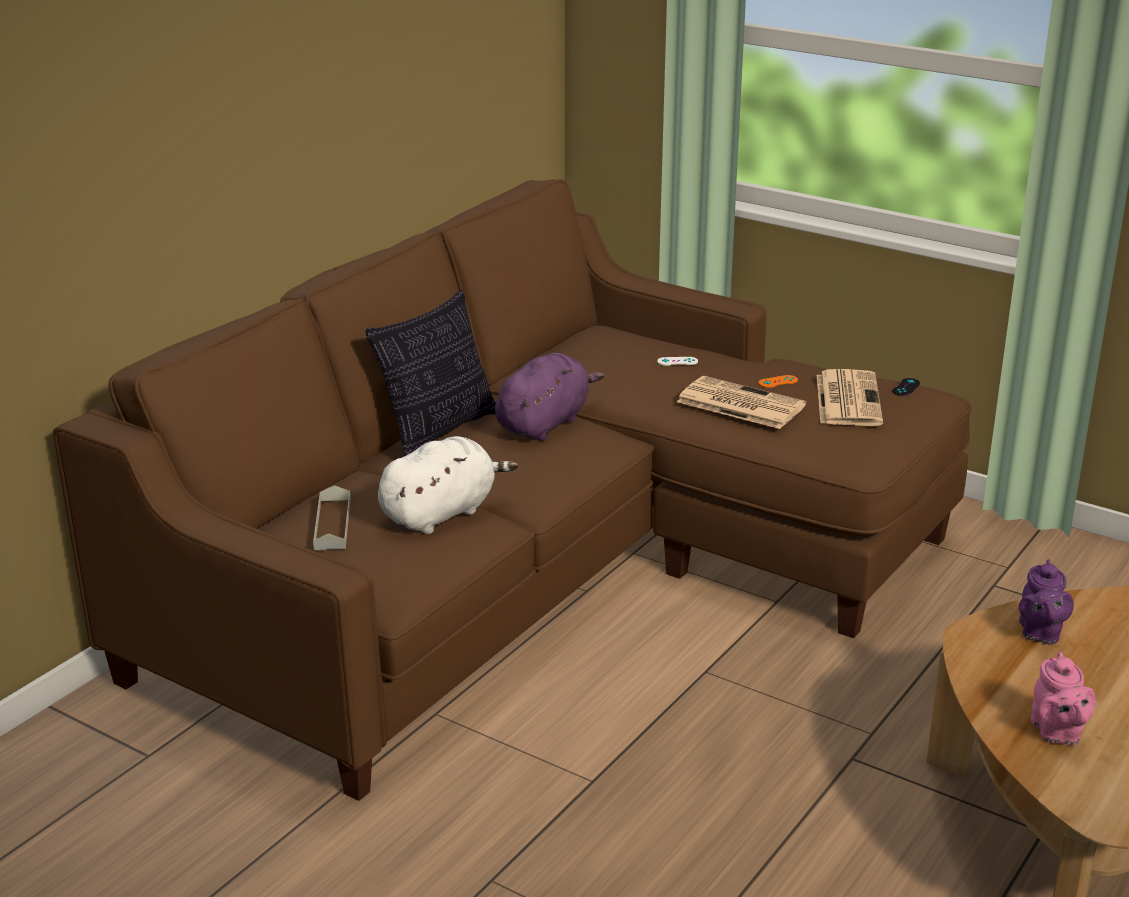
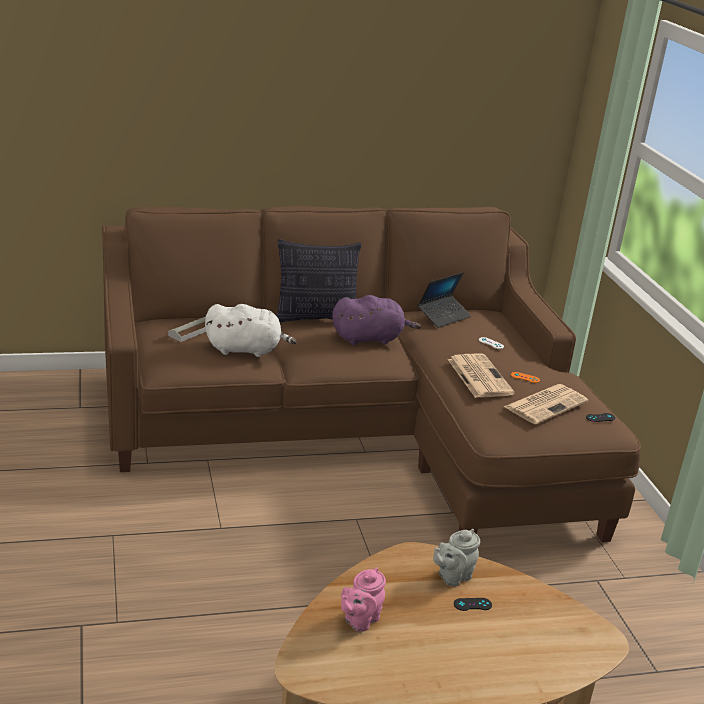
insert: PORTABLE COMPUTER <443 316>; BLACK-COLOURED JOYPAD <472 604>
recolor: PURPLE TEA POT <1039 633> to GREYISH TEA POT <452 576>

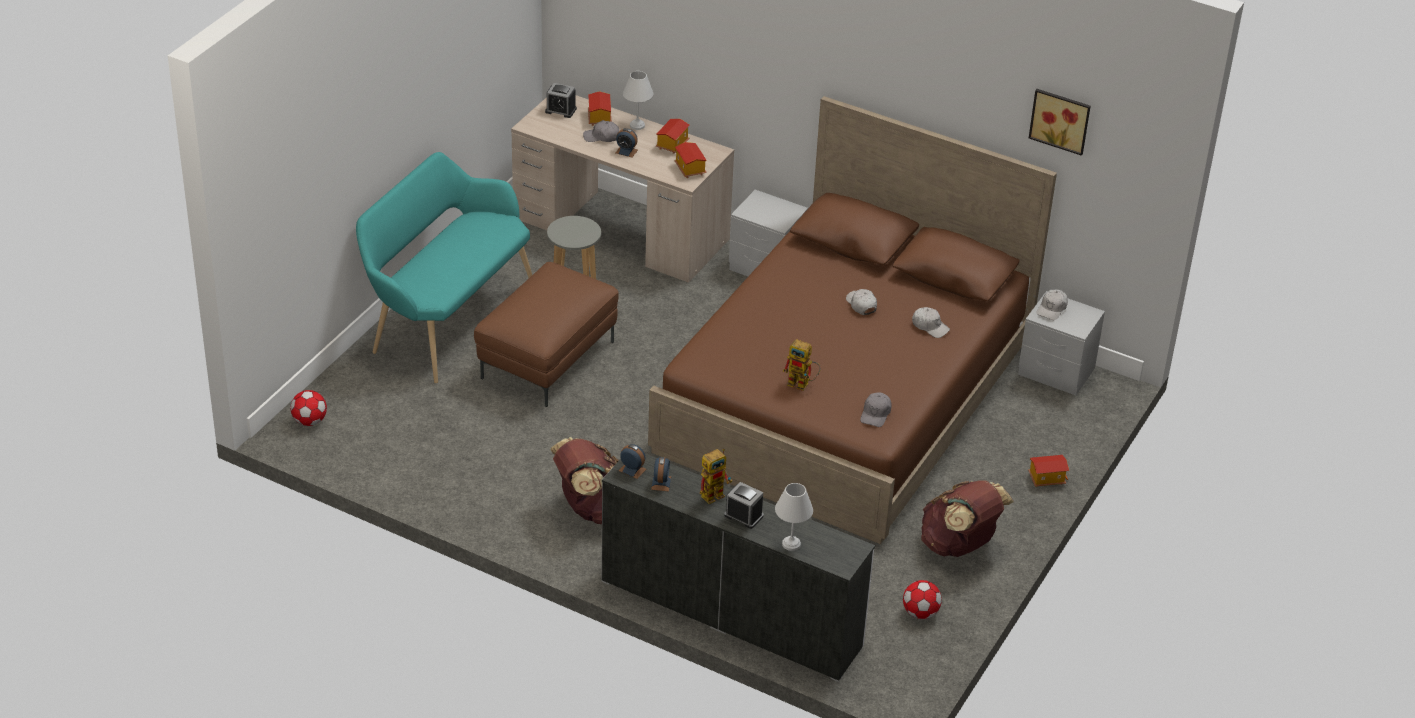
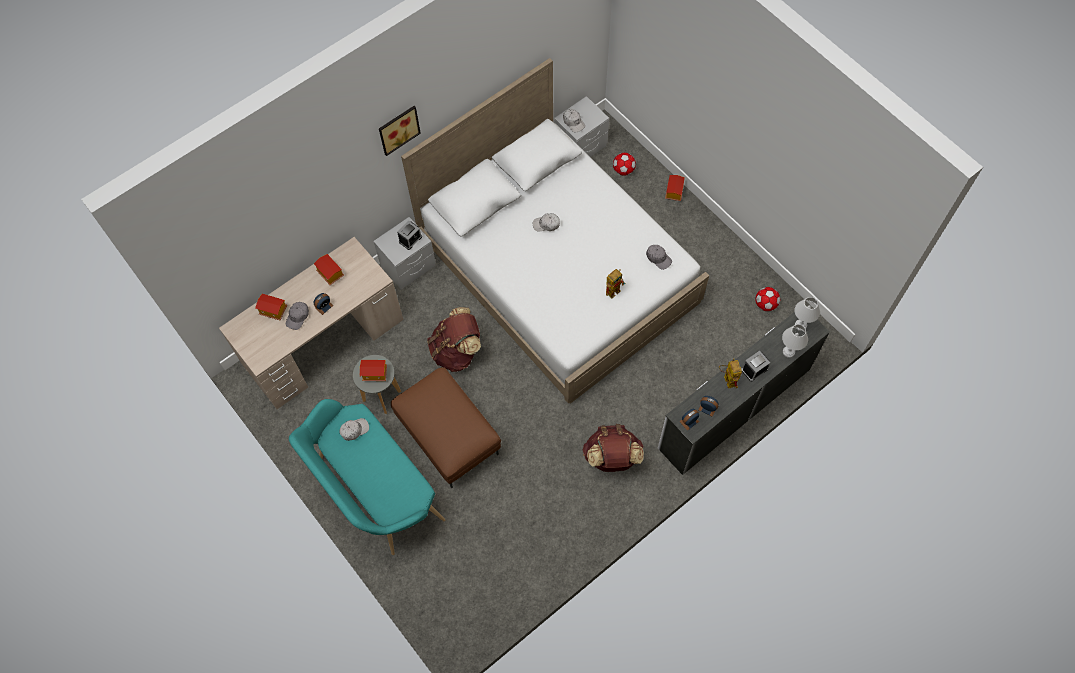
move: FOOTBALL BALL <309 421> to <623 170>; ALARM CLOCK <561 110> to <410 239>; WHITE-COLOURED LAMP FOR A TABLE <638 126> to <801 325>; MINIATURE HOUSE <689 169> to <374 374>; WHITE-COLOURED CAP <930 326> to <354 430>; BROWNISH RUCKSACK <959 545> to <457 351>; WALL PICTURE <1060 120> to <398 129>
recolor: BROWNISH BEDROOM BED <846 397> to WHITE-COLOURED BEDROOM BED <559 269>

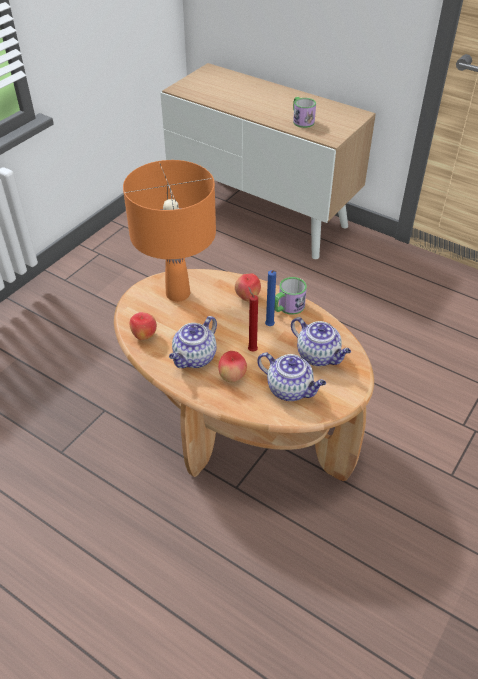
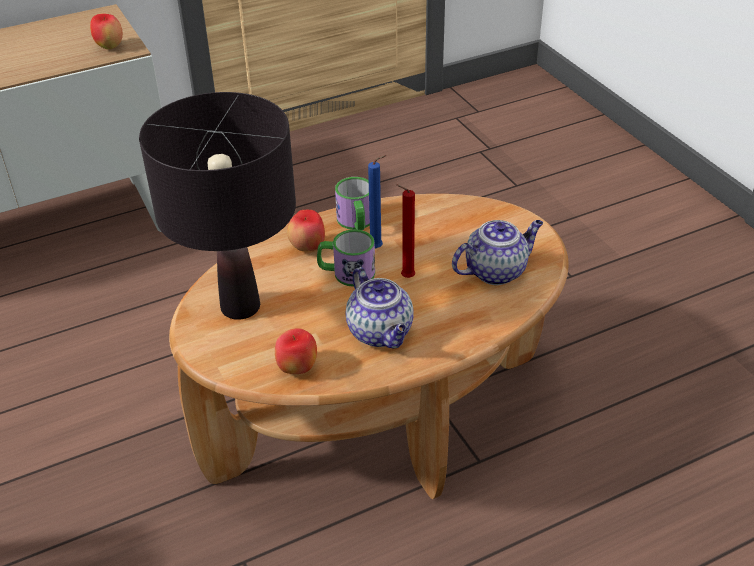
delete: TEA POT <319 356>
move: APPLE FRUIT <232 377> to <110 47>; COFFEE MUG <301 120> to <346 273>
recolor: ORANGEY LAMP FOR A TABLE <178 293> to BLACK-COLOURED LAMP FOR A TABLE <240 306>

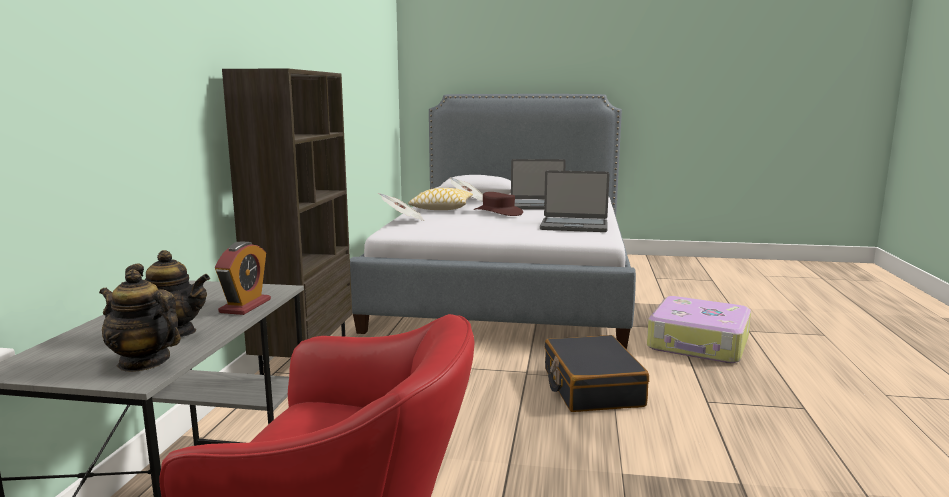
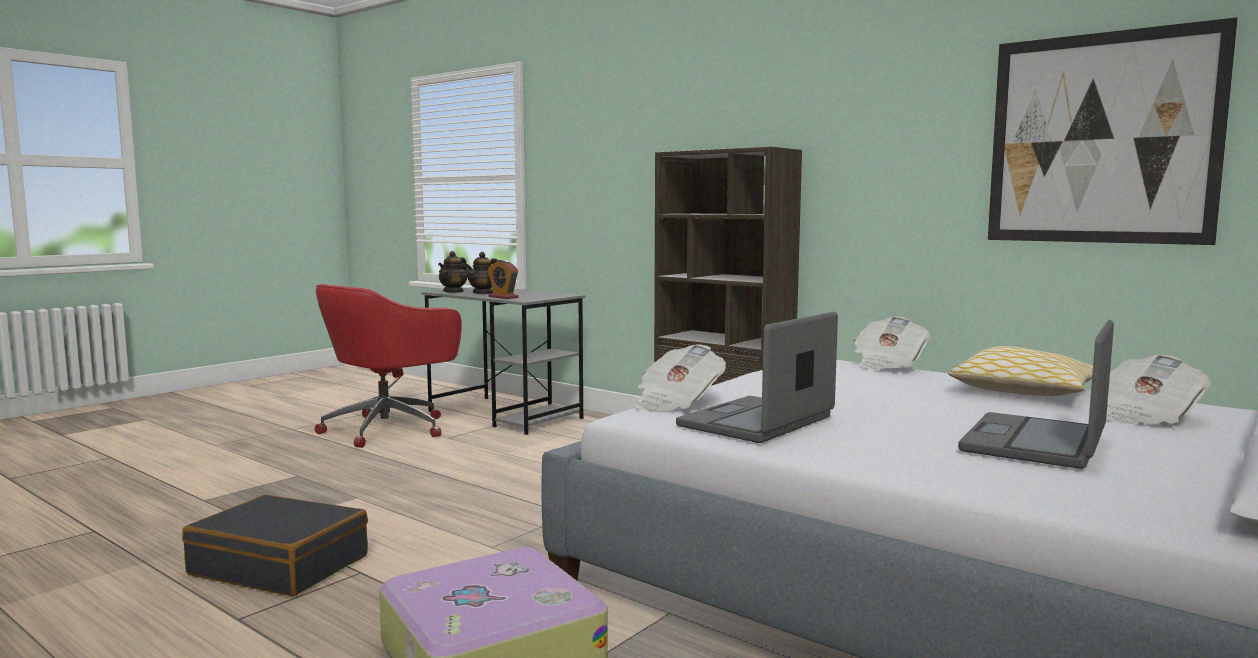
delete: BROWNISH HAT <498 212>
insert: NEWSPAPER <676 403>; WALL PICTURE <1101 139>
move: BLACK-COLOURED SUITCASE <591 387> to <280 565>
rotate: TEA POT <144 362> = <454 291> 150 degrees clockwise

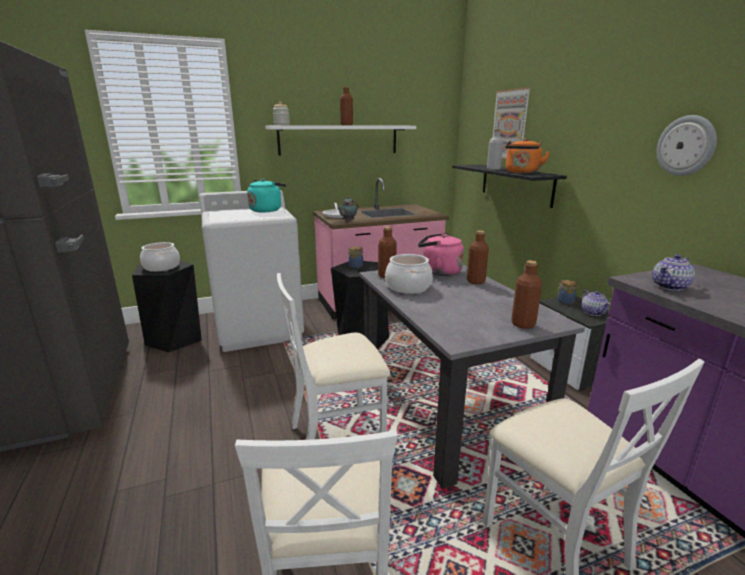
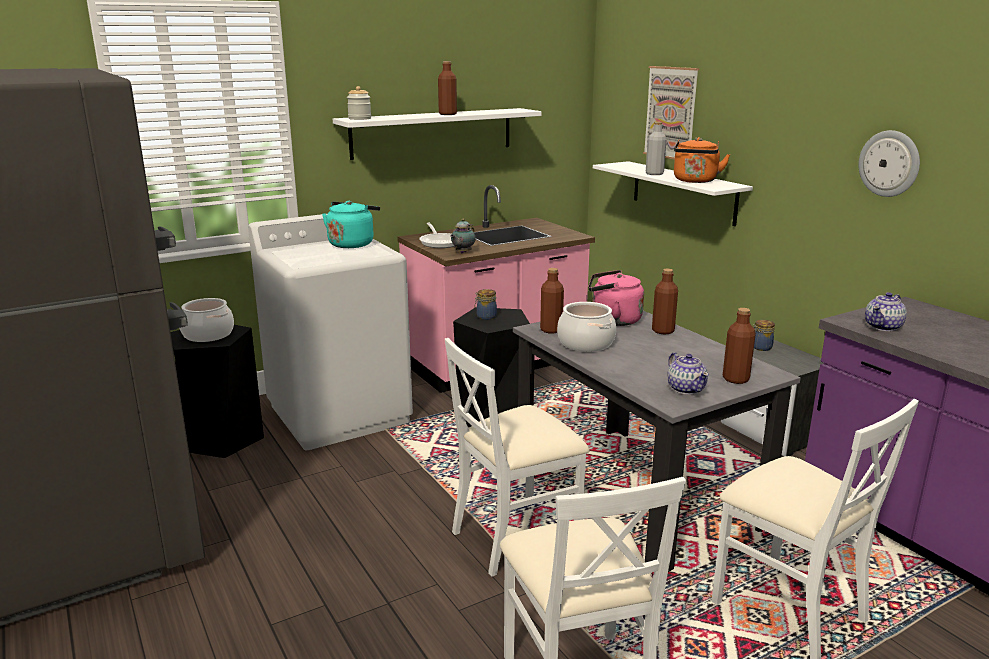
move: TEA POT <593 312> to <686 388>
recolor: BLACK-COLOURED BRACKET SHELF <516 184> to WHITE-COLOURED BRACKET SHELF <683 192>

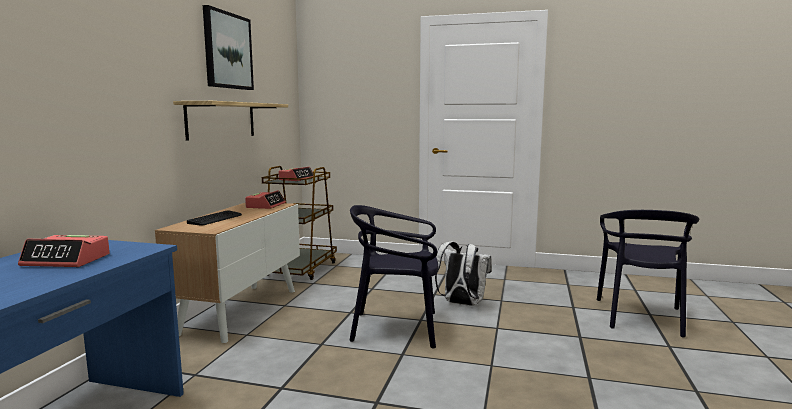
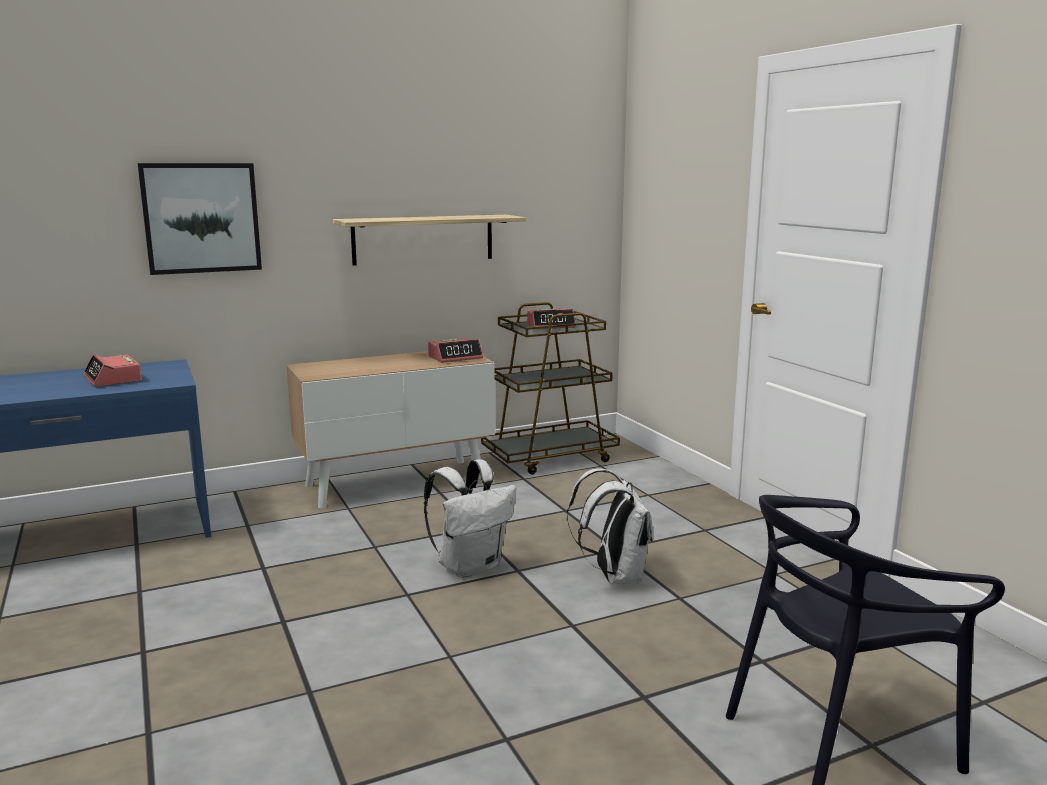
delete: PC KEYBOARD <215 219>
move: WALL PICTURE <227 51> to <201 218>
replace: BLACK-COLOURED PLAIN CHAIR <396 328> to WHITE-COLOURED RUCKSACK <470 566>

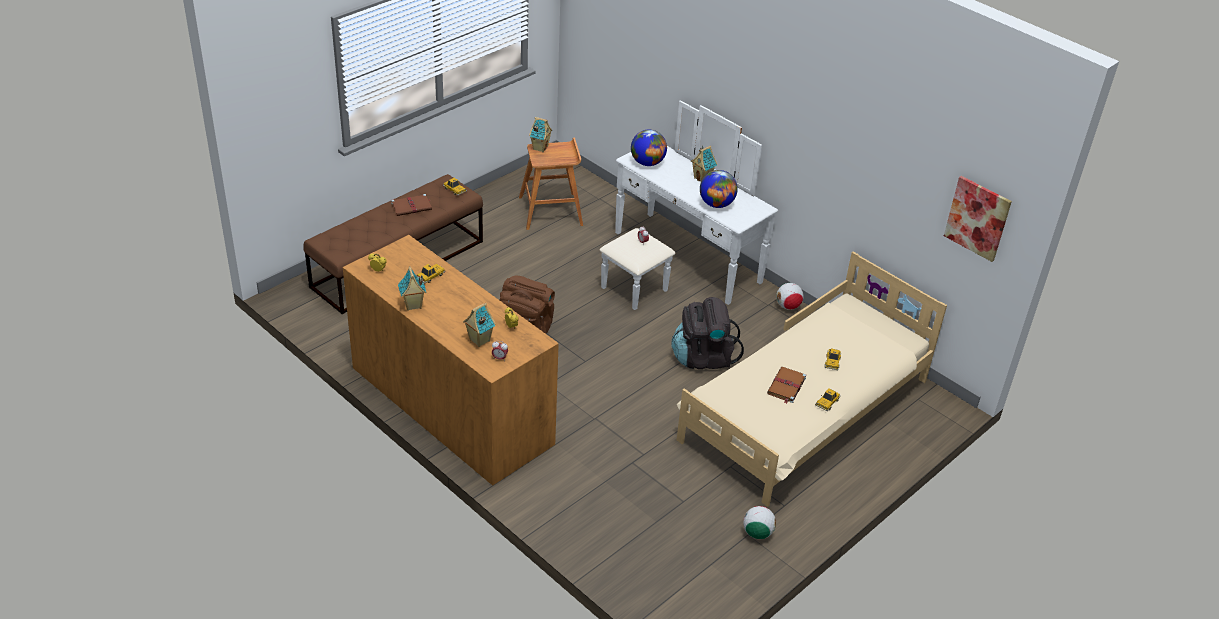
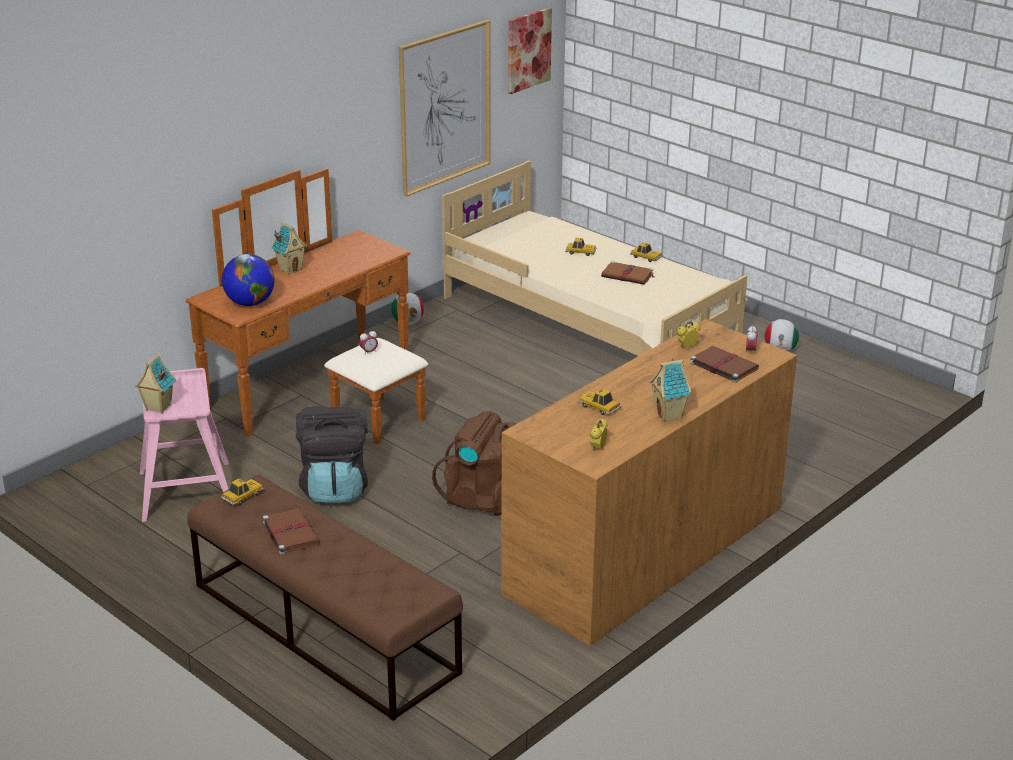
delete: DESK GLOBE <716 204>
insert: WALL PICTURE <445 107>
move: BLACK-COLOURED RUCKSACK <703 357> to <335 487>
replace: MINIATURE HOUSE <479 340> to BROWNISH BOUND BOOK <722 366>
recolor: BROWNISH STOOL SEAT <551 211> to PINKISH STOOL SEAT <186 490>; WHITE-COLOURED DRAWER CHEST <676 264> to BROWNISH DRAWER CHEST <325 391>

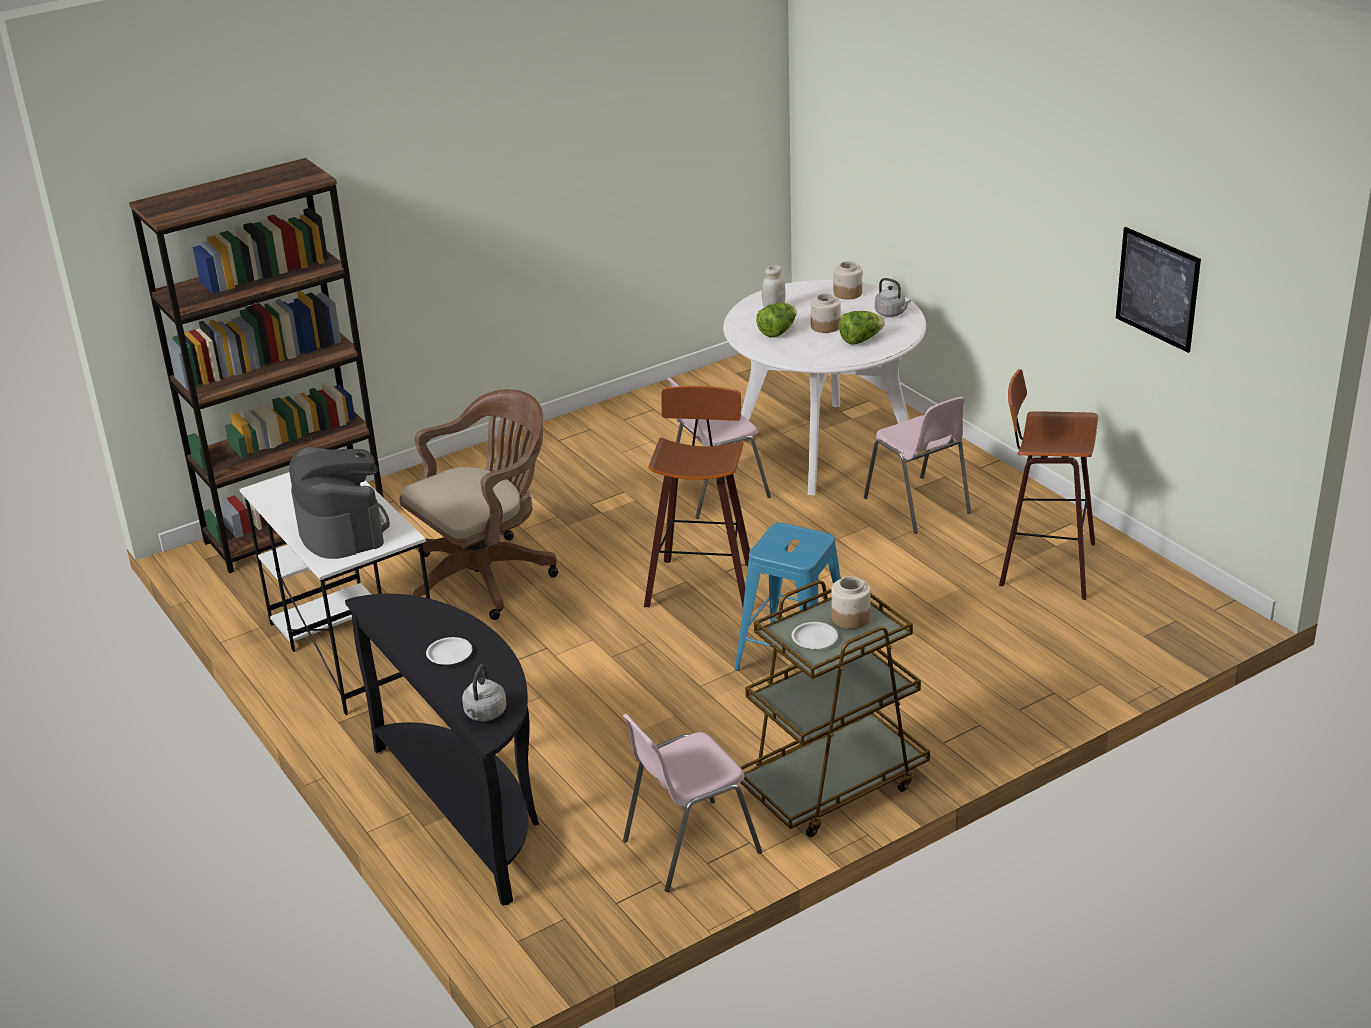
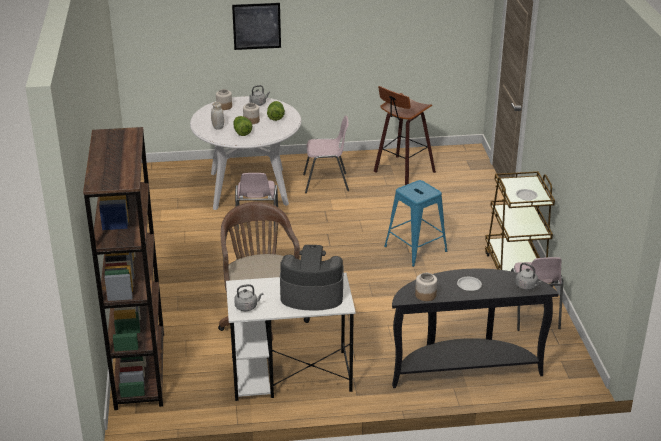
delete: STOOL SEAT <702 583>
insert: GREYISH WATER KETTLE <247 307>
move: STORAGE JAR <850 618> to <425 295>; WALL PICTURE <1157 289> to <256 26>

